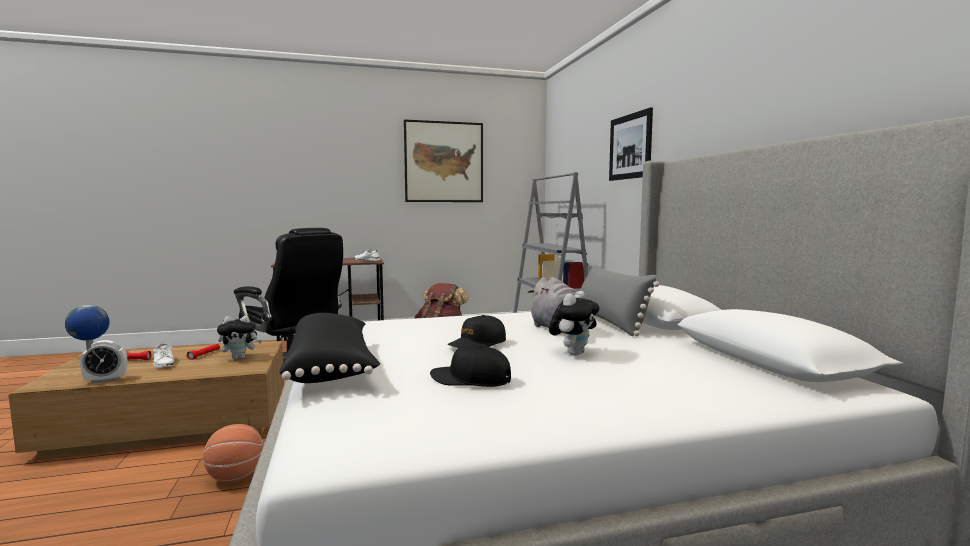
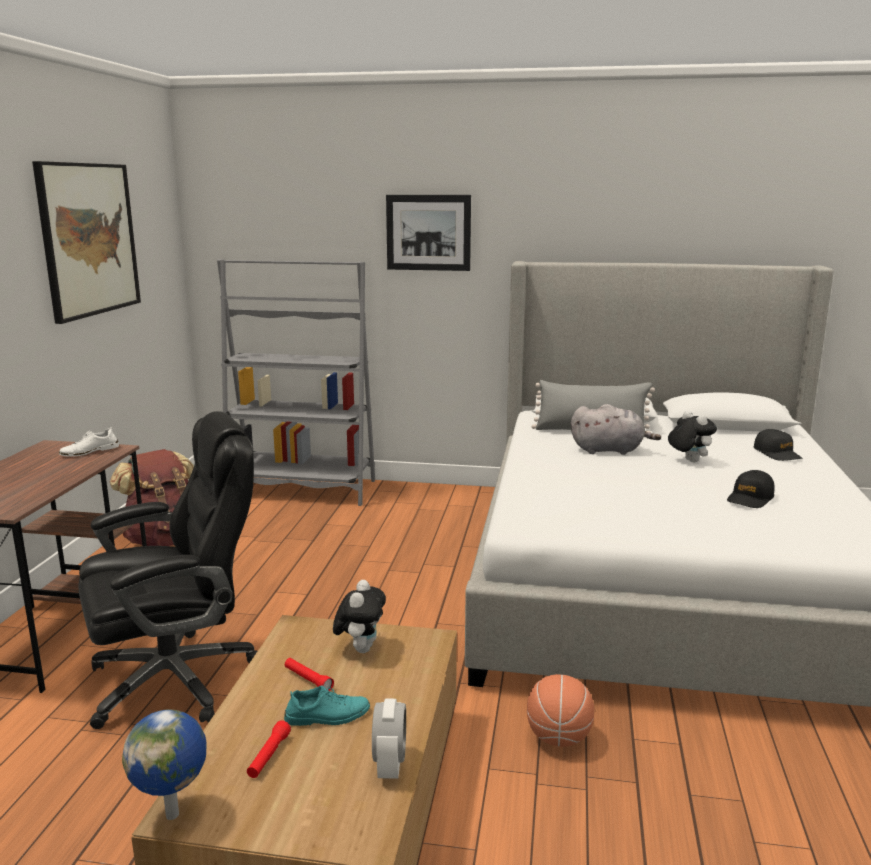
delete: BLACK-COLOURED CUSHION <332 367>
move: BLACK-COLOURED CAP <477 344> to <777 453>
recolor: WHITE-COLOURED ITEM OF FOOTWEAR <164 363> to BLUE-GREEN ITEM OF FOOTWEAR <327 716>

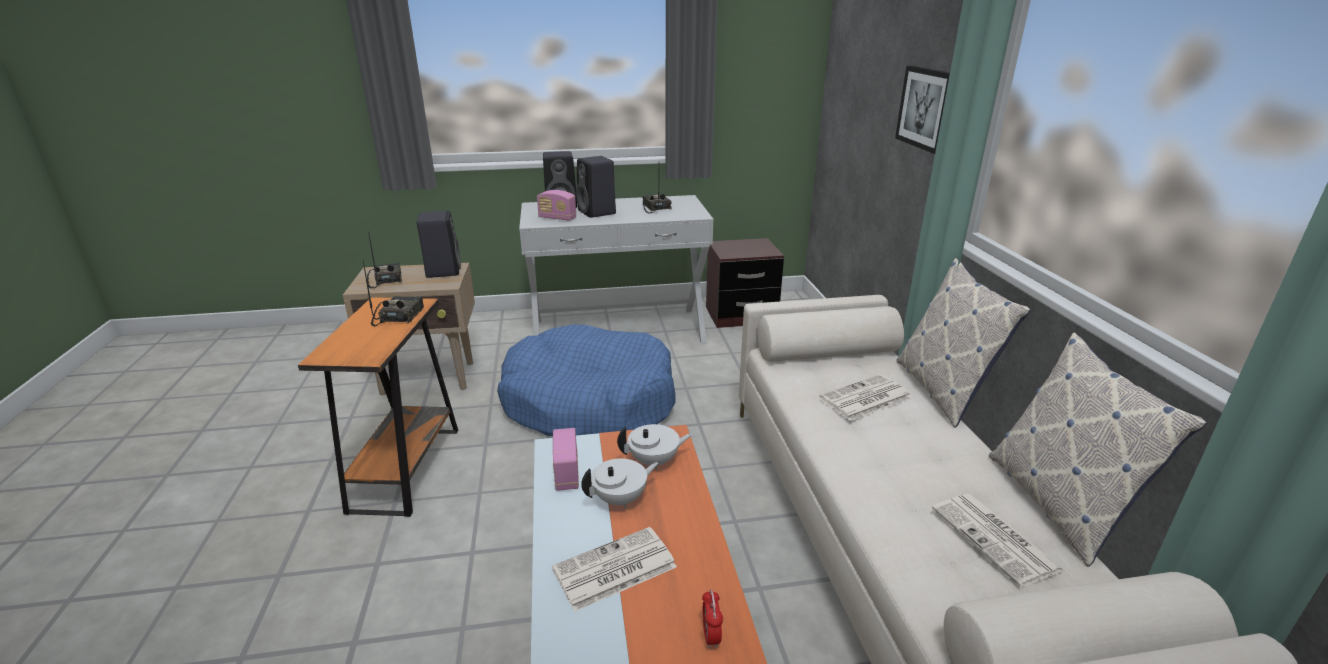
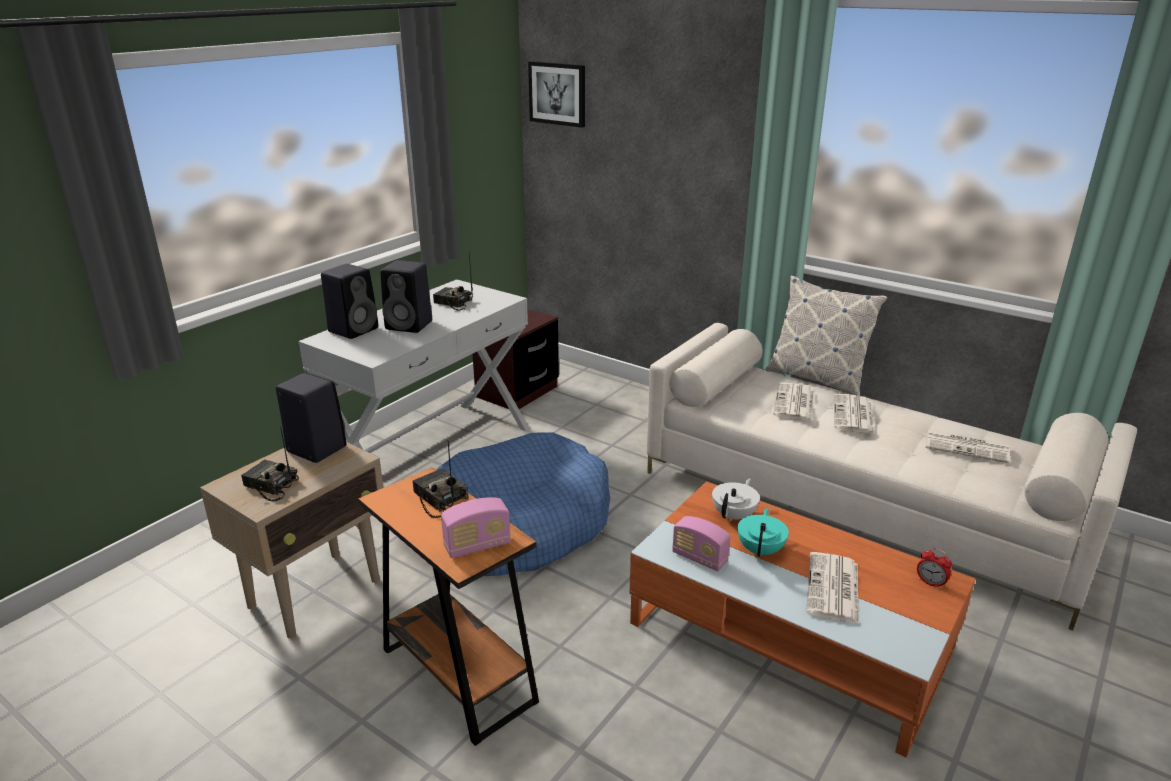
delete: CUSHION <1057 504>
insert: NEWSPAPER <853 415>
move: RADIO SET <557 218> to <477 546>; WALL PICTURE <927 108> to <558 93>
recolor: WHITE-COLOURED TEA POT <621 499> to BLUE-GREEN TEA POT <761 550>

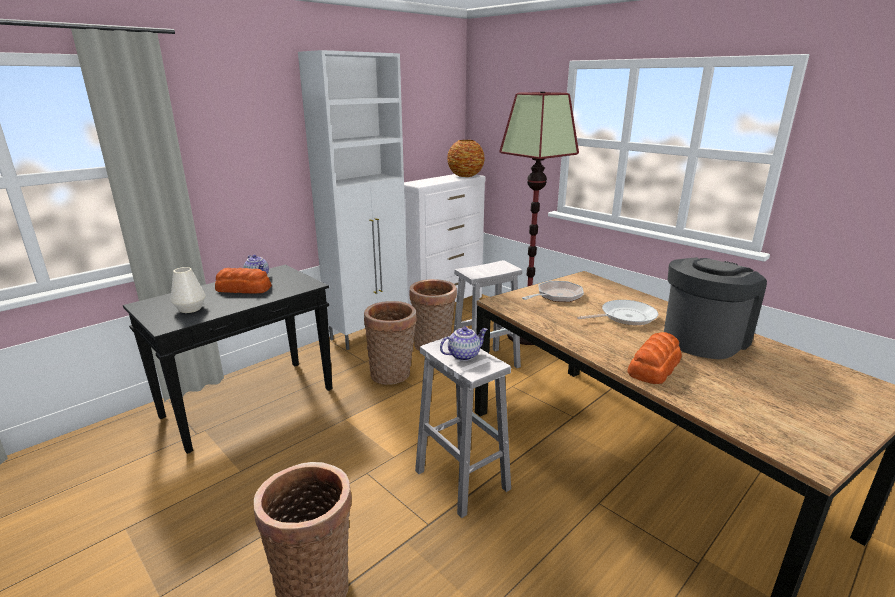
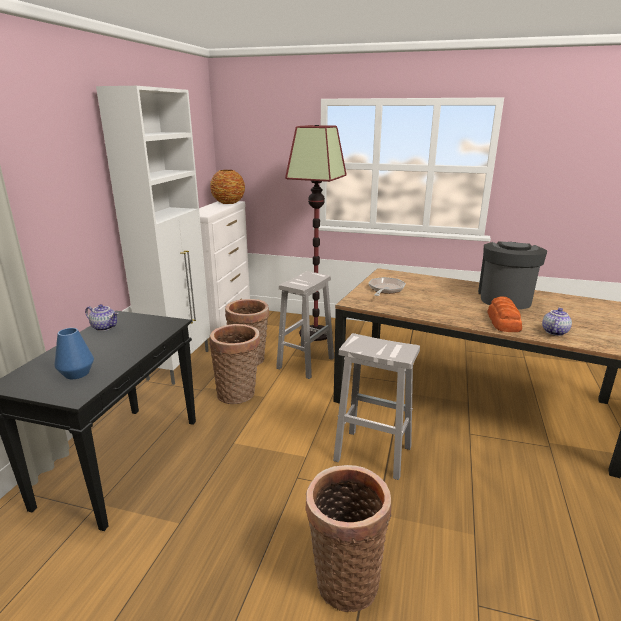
delete: BAKERY BREAD <244 289>; PAN <625 317>
move: TEA POT <463 355> to <554 332>
recolor: WHITE-COLOURED DECORATIVE VASE <190 309> to BLUE DECORATIVE VASE <77 373>

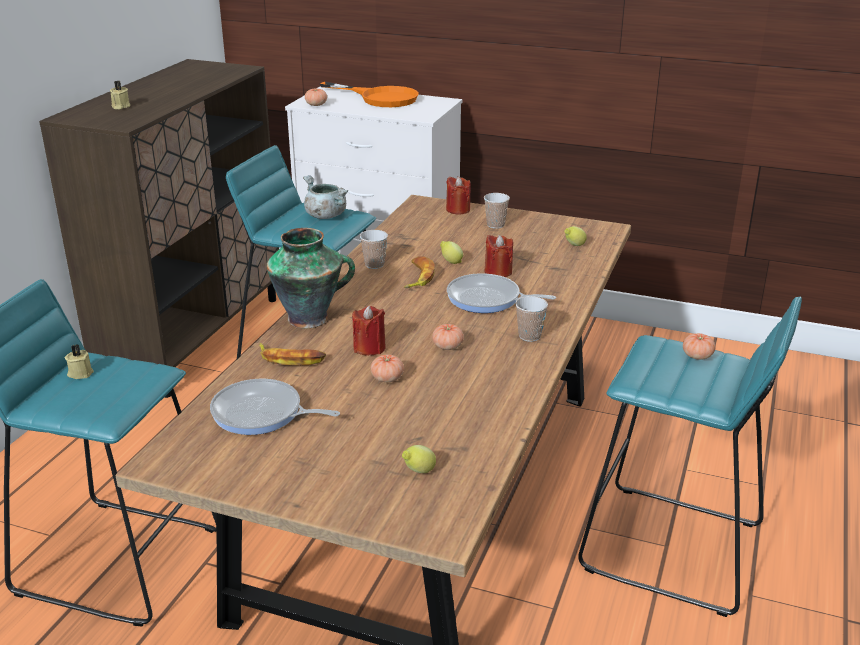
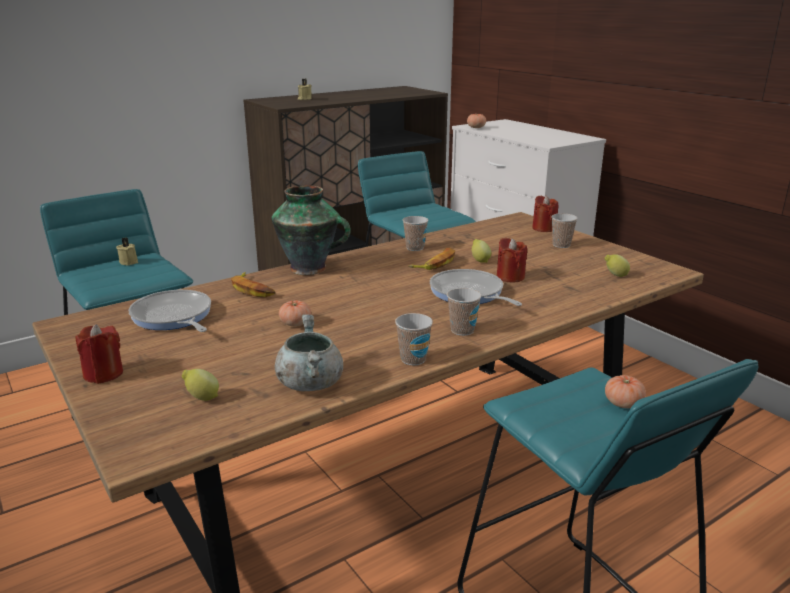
delete: ORANGEY PAN <380 98>; FRESH TOMATO <447 346>
insert: DRINKING CUP <413 359>
move: GREYISH SAUCEPOT <325 216> to <310 383>; RED-COLOURED WAX LIGHT <369 348> to <103 374>

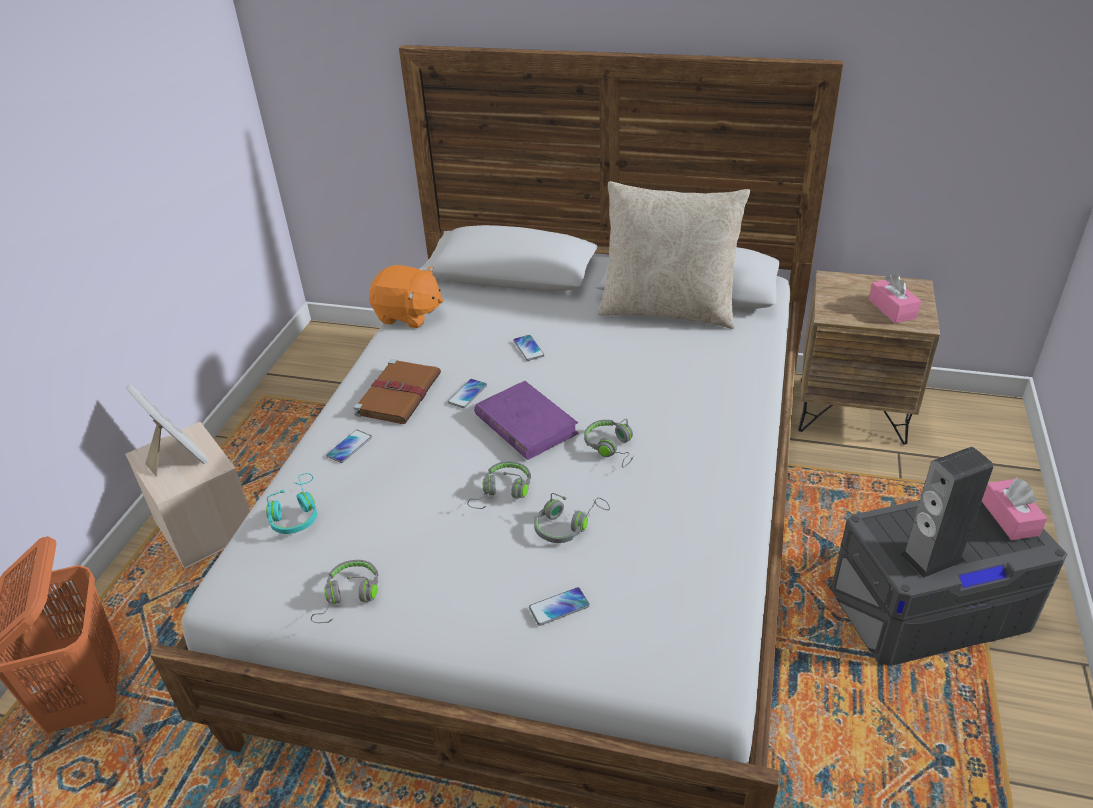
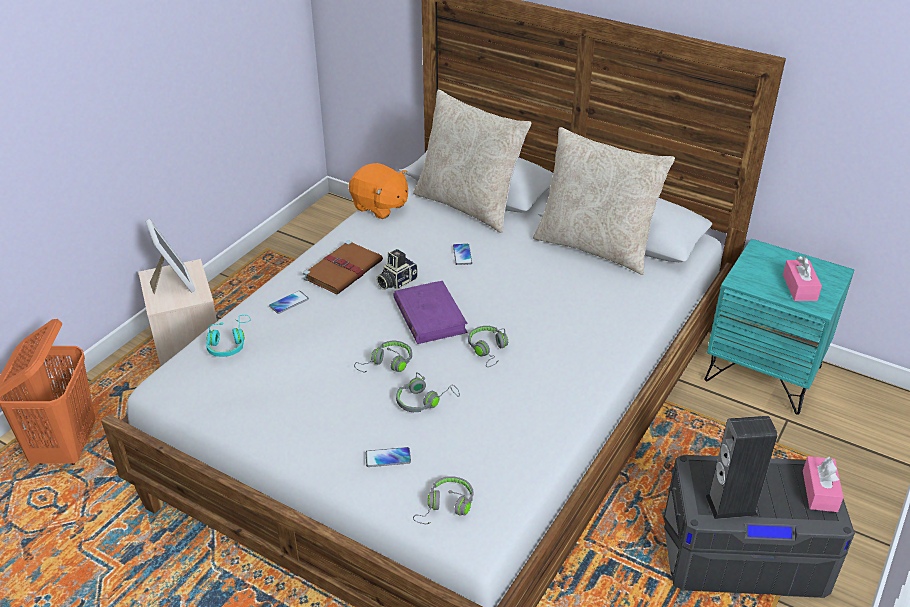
insert: BEIGE CUSHION <468 205>
move: GREYISH HEADSET <349 597> to <446 507>
replace: PHONE <467 394> to PHOTO CAMERA <396 282>
recolor: BROWNISH NIGHT TABLE <851 410> to BLUE-GREEN NIGHT TABLE <763 373>

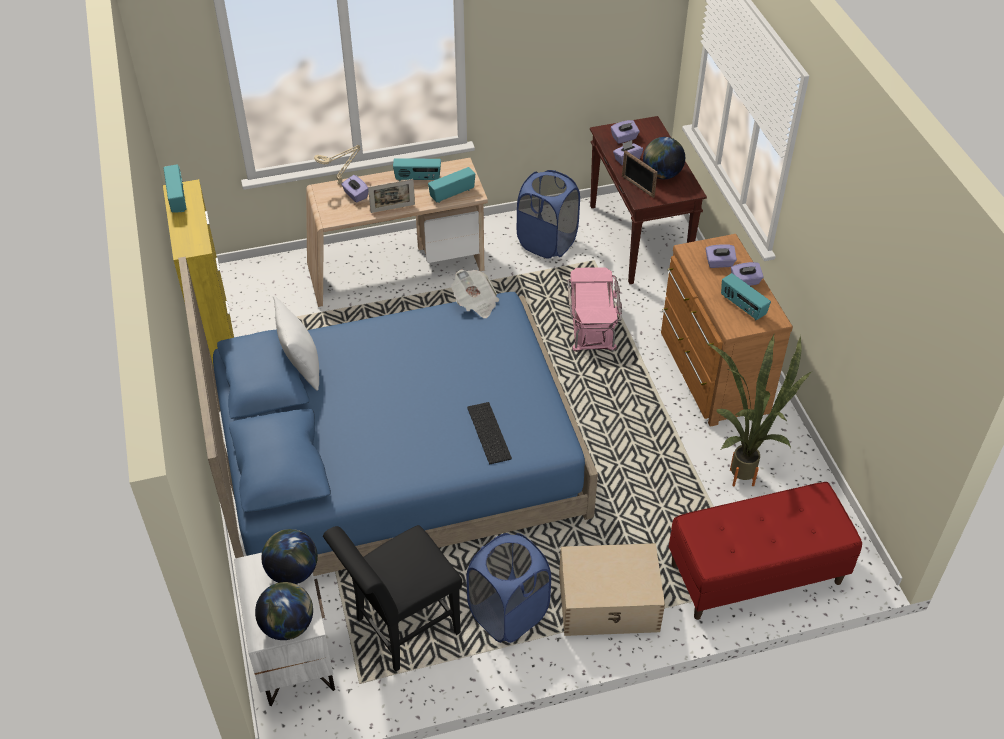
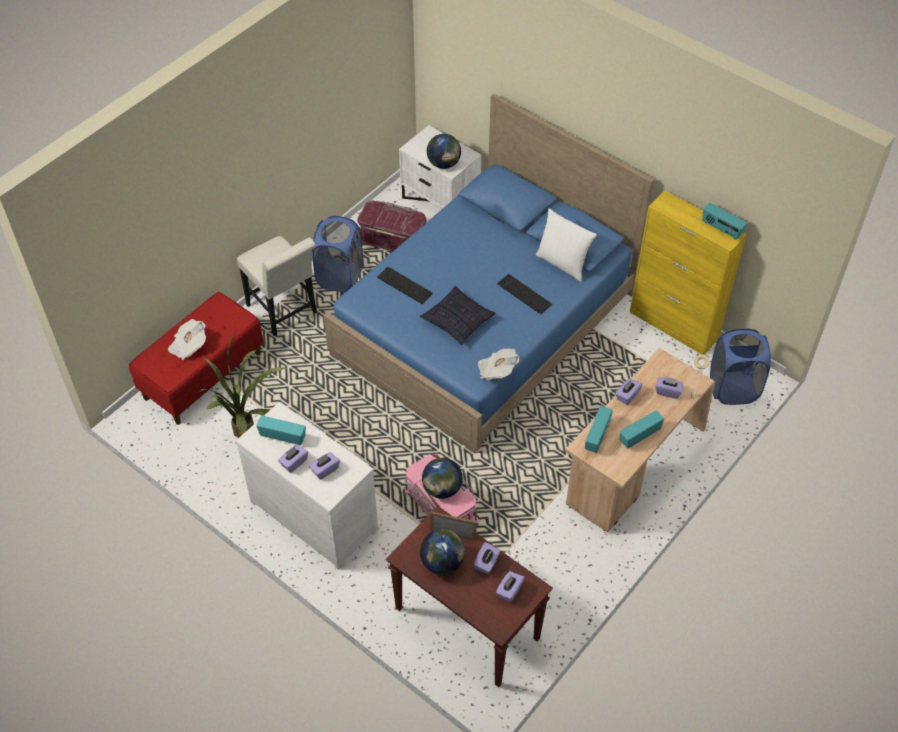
insert: NEWSPAPER <188 346>; CUSHION <458 321>; PC KEYBOARD <525 294>
move: DESK GLOBE <288 625> to <442 489>; BLUE LAUNDRY BASKET <547 242> to <733 388>
replace: BLACK-COLOURED PLAIN CHAIR <401 629> to RED-COLOURED STORAGE BOX <393 239>; PHOTO FRAME <392 208> to PURPLE BOX OF TISSUES <627 395>; BEIGE STORAGE BOX <609 603> to WHITE-COLOURED PLAIN CHAIR <284 312>
recolor: BROWNISH DRAWER CHEST <711 373> to WHITE-COLOURED DRAWER CHEST <315 512>

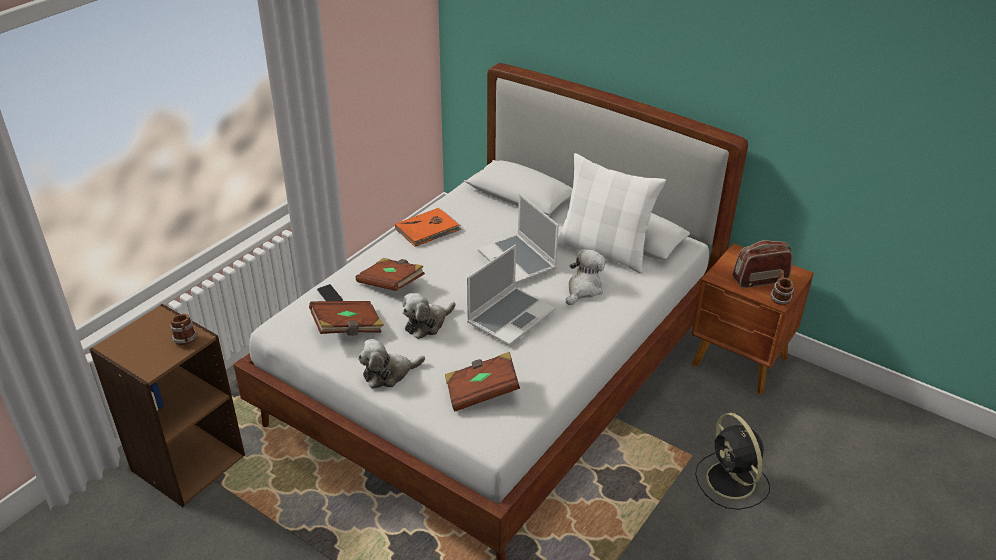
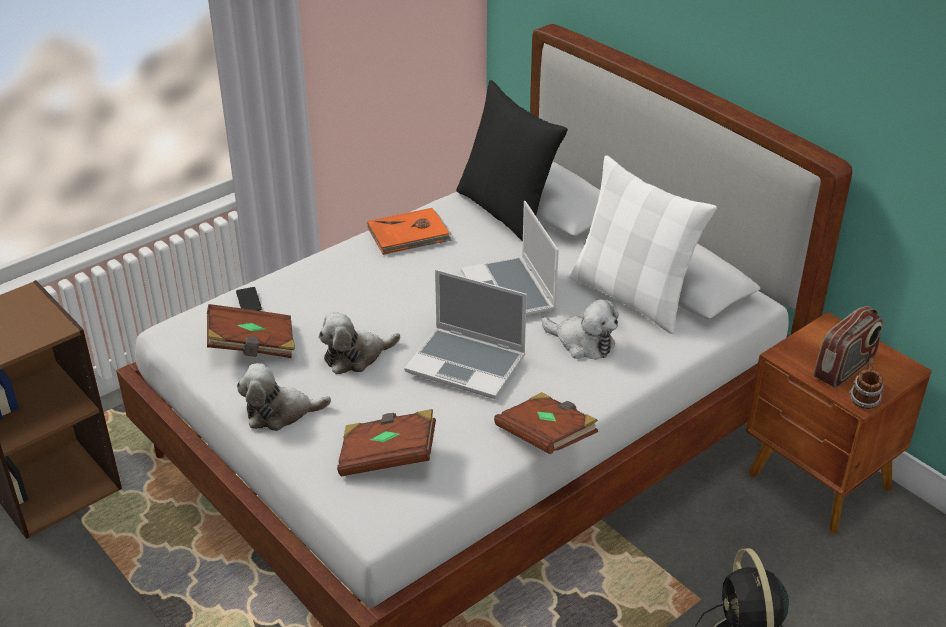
delete: COFFEE MUG <186 341>
insert: BLACK-COLOURED CUSHION <506 211>
move: BROWNISH BOUND BOOK <391 284> to <546 437>
rotate: PORTABLE COMPUTER <510 316> = <467 364> 60 degrees clockwise; CUDDLY TOY <583 289> = <582 343> 75 degrees clockwise; RADIO SET <759 279> = <845 368> 135 degrees clockwise

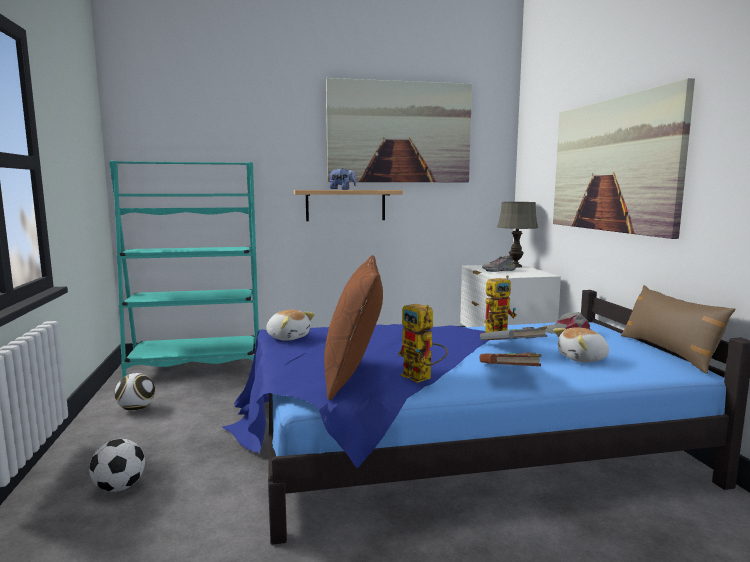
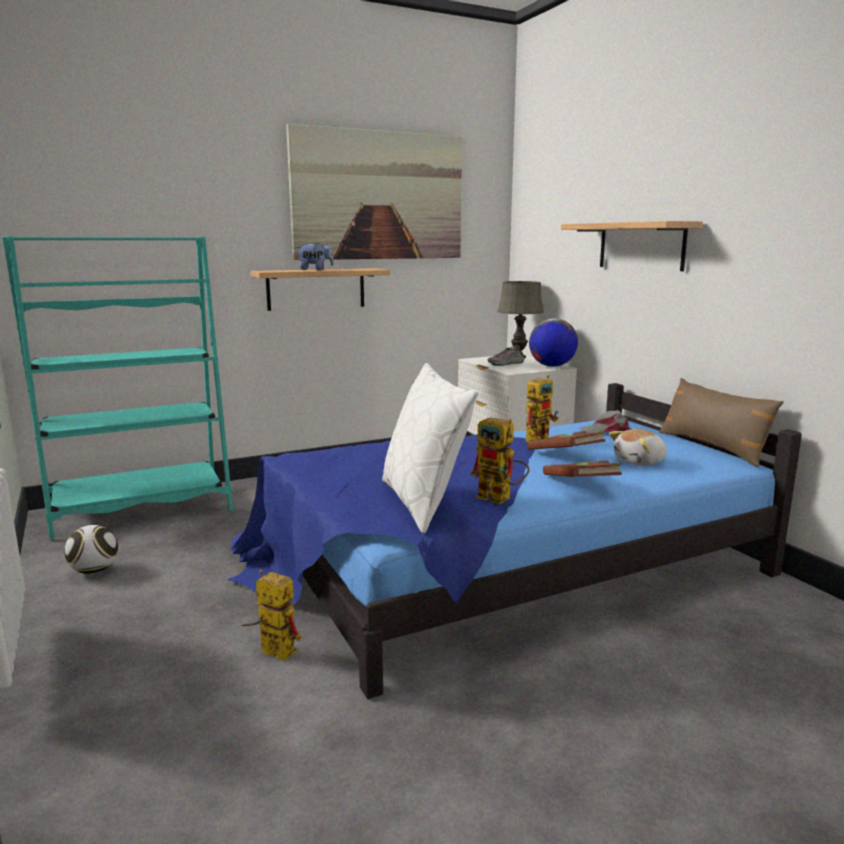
delete: FOOTBALL BALL <119 487>; CUDDLY TOY <288 337>
insert: MODEL ROBOT <271 651>; DESK GLOBE <552 366>
replace: WALL PICTURE <612 165> to BRACKET SHELF <641 246>
recolor: BROWNISH CUSHION <353 374> to WHITE-COLOURED CUSHION <424 502>; GREYISH BOUND BOOK <512 347> to BROWNISH BOUND BOOK <565 455>

